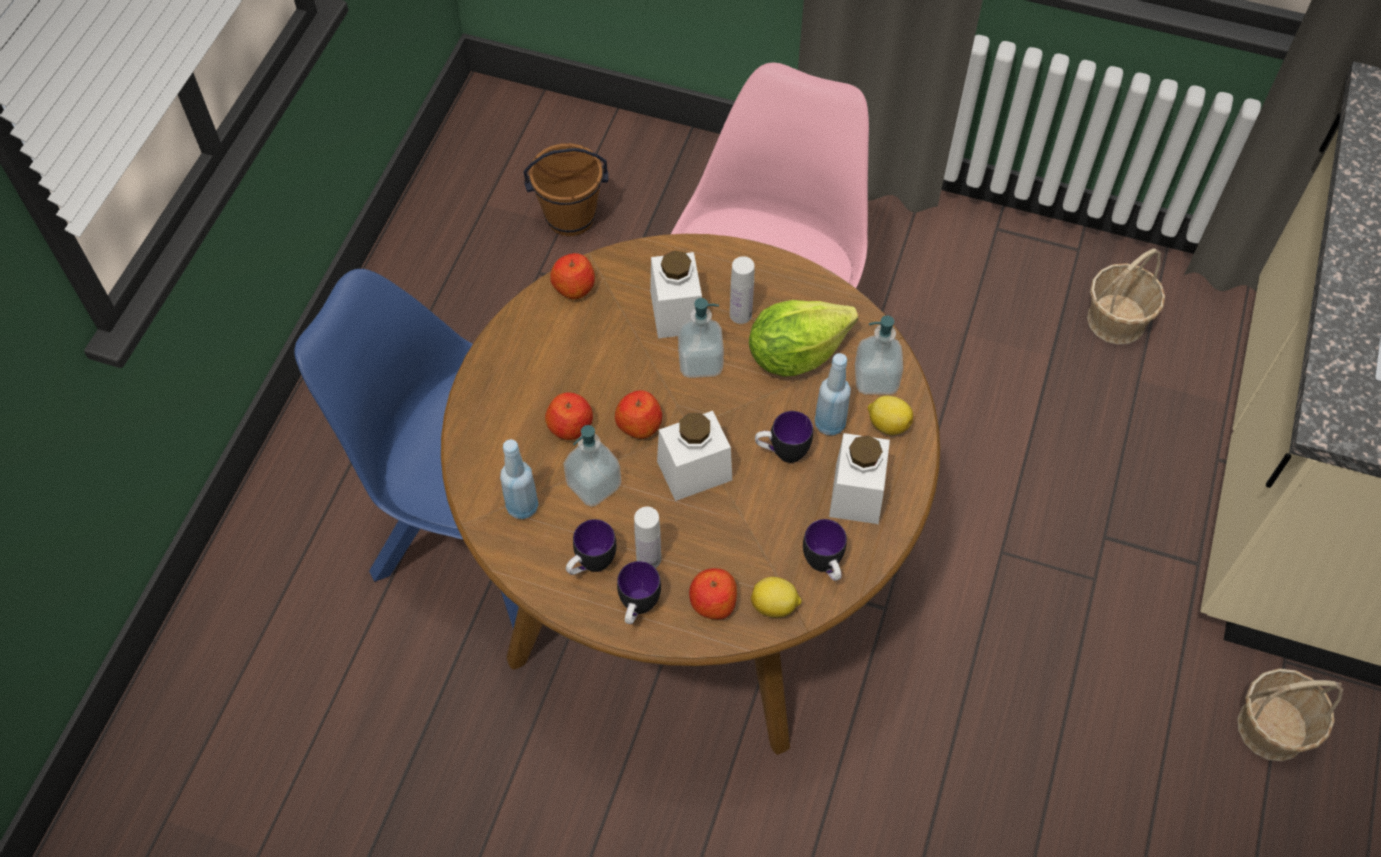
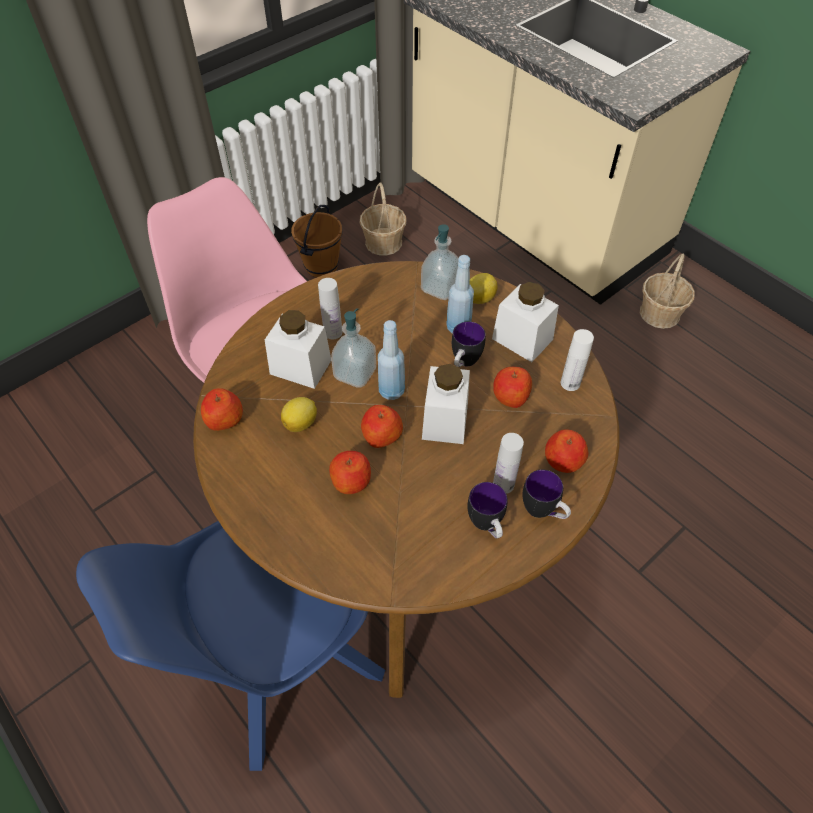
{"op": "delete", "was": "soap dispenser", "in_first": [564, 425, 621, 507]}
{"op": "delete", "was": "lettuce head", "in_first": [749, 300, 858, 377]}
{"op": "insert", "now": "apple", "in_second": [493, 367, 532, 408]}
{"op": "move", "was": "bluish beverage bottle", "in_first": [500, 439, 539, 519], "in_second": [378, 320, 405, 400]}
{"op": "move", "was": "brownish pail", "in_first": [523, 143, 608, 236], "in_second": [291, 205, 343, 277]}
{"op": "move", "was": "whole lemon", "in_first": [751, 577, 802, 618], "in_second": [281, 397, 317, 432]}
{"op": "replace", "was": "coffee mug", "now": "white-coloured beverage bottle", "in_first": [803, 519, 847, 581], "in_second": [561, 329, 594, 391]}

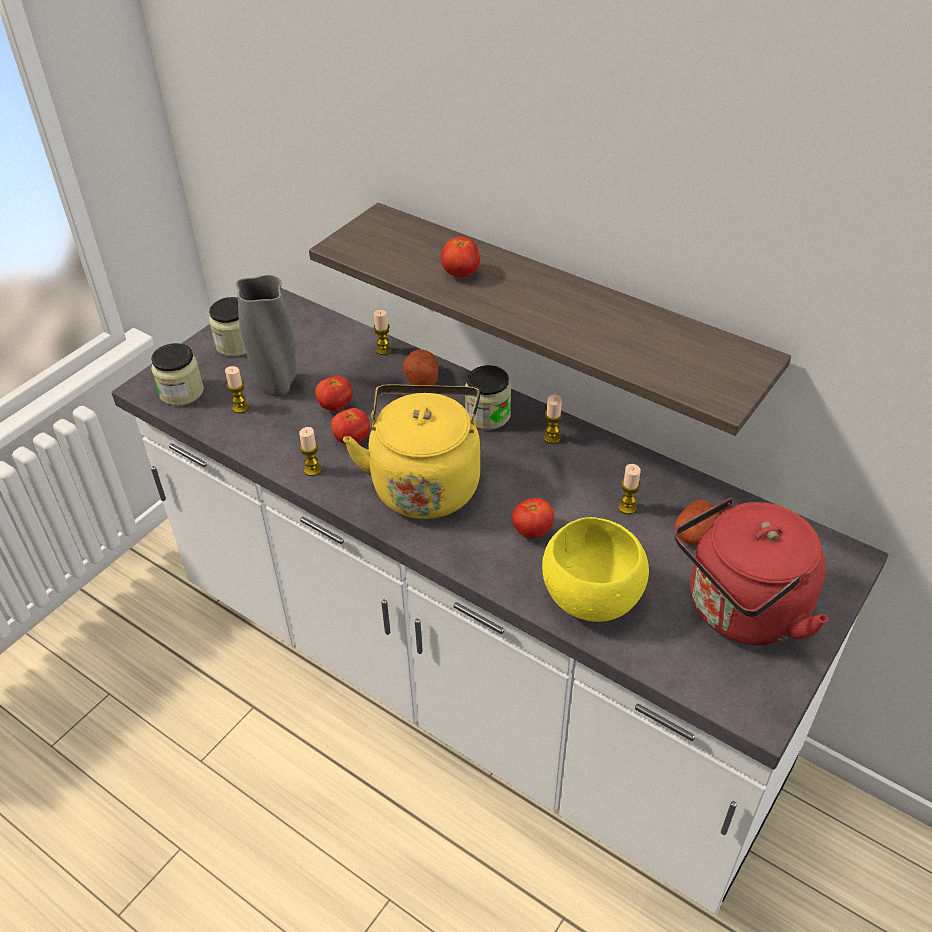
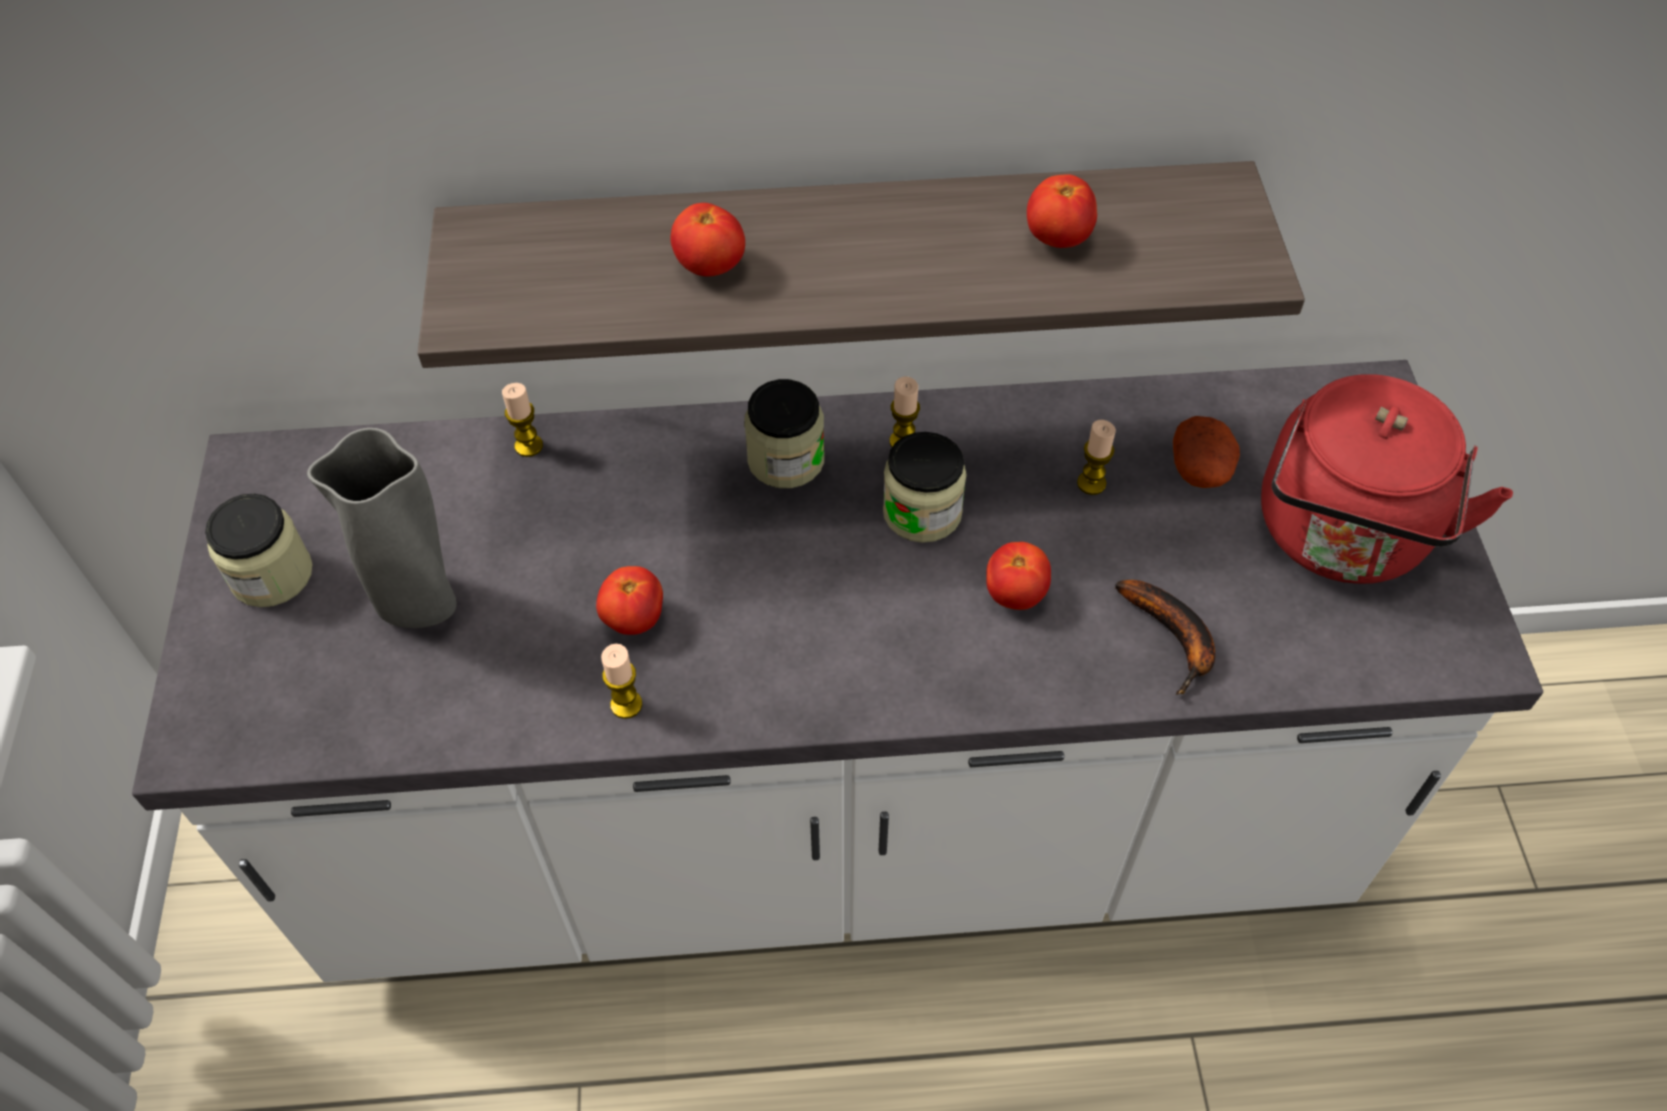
{"op": "delete", "was": "candle", "in_first": [225, 366, 249, 413]}
{"op": "delete", "was": "yellow tea kettle", "in_first": [343, 384, 480, 519]}
{"op": "delete", "was": "potato", "in_first": [403, 349, 438, 385]}
{"op": "move", "was": "preserve jar", "in_first": [151, 343, 204, 406], "in_second": [883, 432, 967, 543]}
{"op": "move", "was": "tomato", "in_first": [315, 375, 353, 411], "in_second": [1027, 174, 1097, 248]}
{"op": "replace", "was": "yellow deep dish", "now": "banana", "in_first": [542, 517, 649, 622], "in_second": [1115, 580, 1215, 695]}

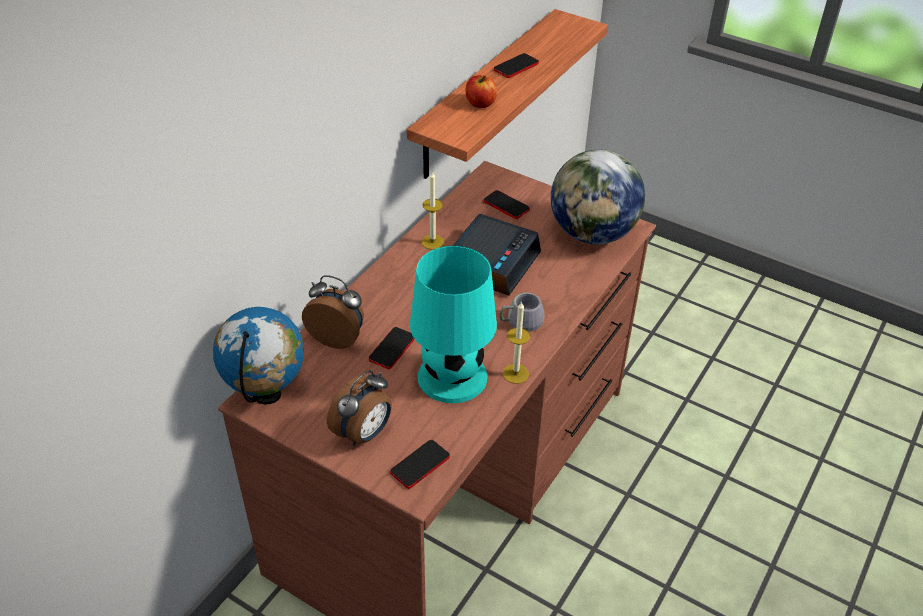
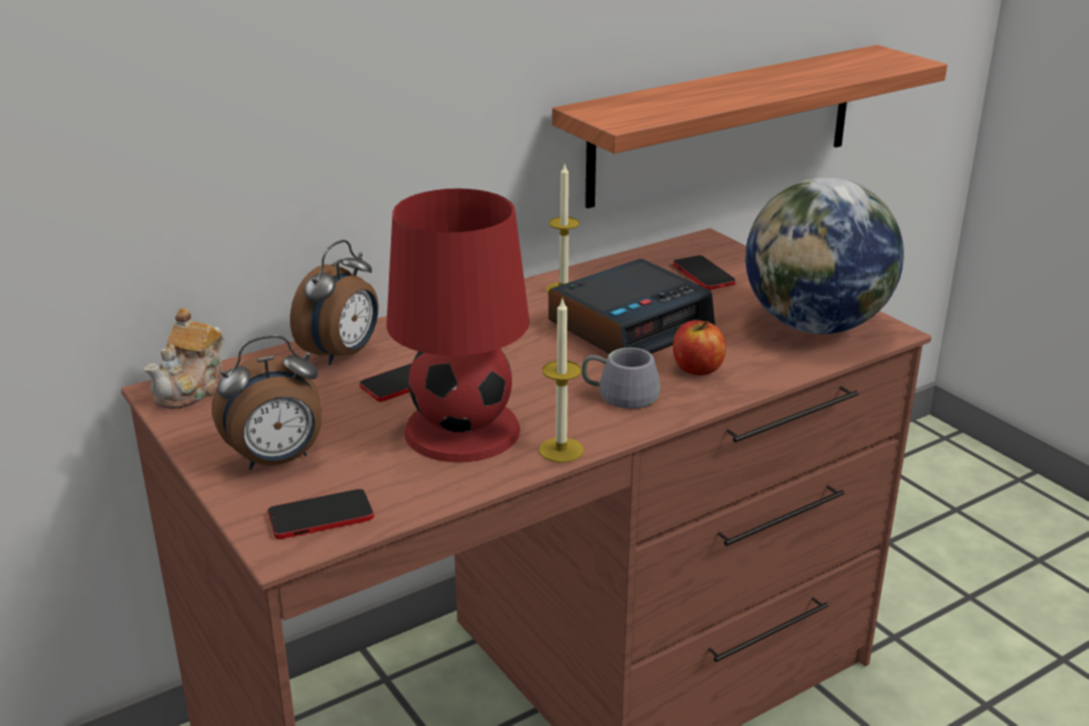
{"op": "delete", "was": "telephone", "in_first": [494, 53, 539, 78]}
{"op": "move", "was": "apple", "in_first": [466, 75, 497, 108], "in_second": [673, 320, 726, 376]}
{"op": "replace", "was": "world globe", "now": "tea pot", "in_first": [213, 307, 304, 404], "in_second": [144, 308, 225, 409]}
{"op": "recolor", "was": "turquoise tabletop lamp", "now": "red-coloured tabletop lamp", "in_first": [410, 246, 497, 403], "in_second": [386, 189, 530, 463]}
{"op": "rotate", "was": "bedside clock", "in_first": [302, 275, 364, 349], "in_second": [290, 240, 378, 365], "clockwise": 75}

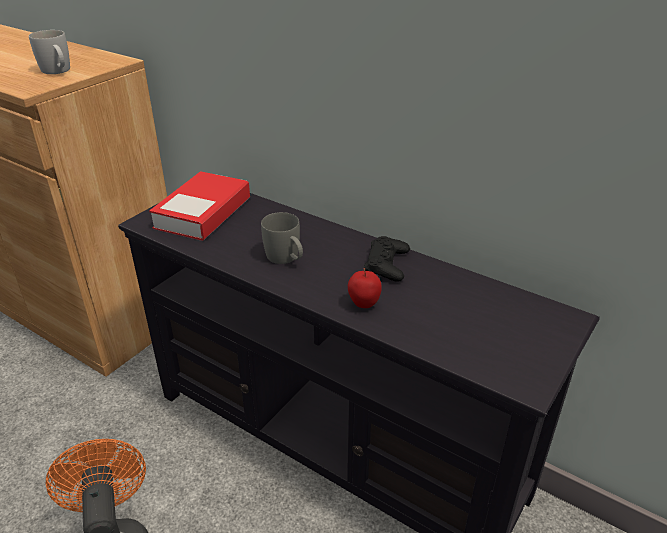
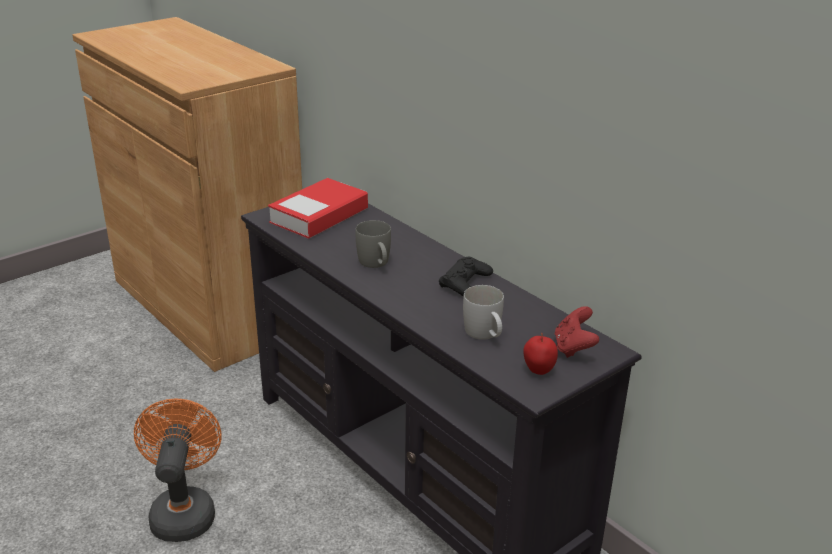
{"op": "insert", "now": "red-coloured joypad", "in_second": [555, 306, 599, 358]}
{"op": "move", "was": "white-coloured coffee mug", "in_first": [29, 30, 70, 74], "in_second": [463, 285, 504, 340]}
{"op": "move", "was": "apple", "in_first": [348, 268, 382, 308], "in_second": [523, 333, 558, 375]}

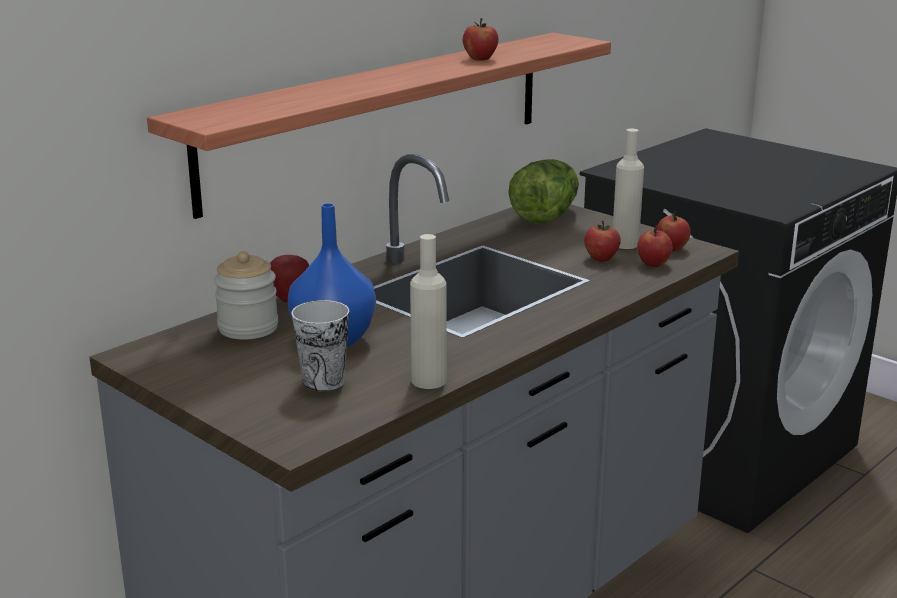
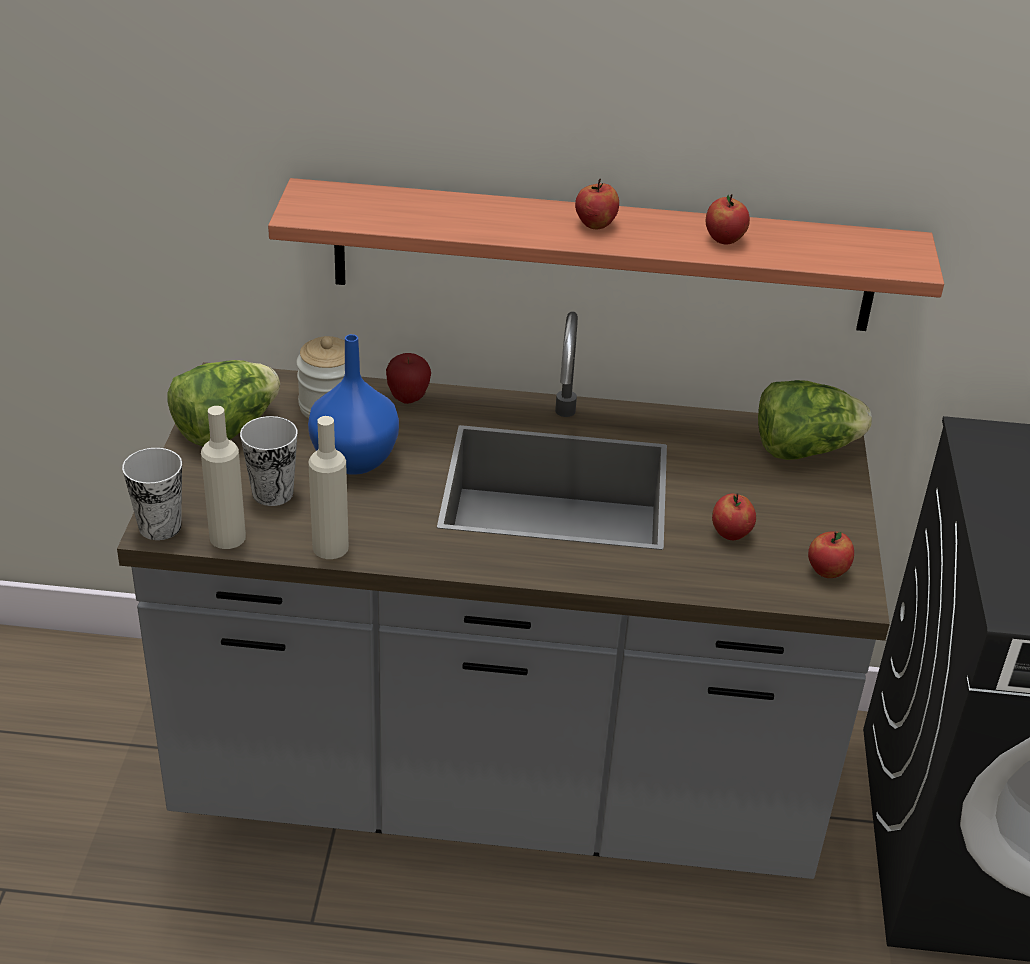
{"op": "insert", "now": "cup", "in_second": [122, 448, 182, 540]}
{"op": "insert", "now": "lettuce head", "in_second": [167, 360, 280, 446]}
{"op": "move", "was": "beige-coloured beverage bottle", "in_first": [613, 129, 644, 249], "in_second": [201, 406, 246, 549]}
{"op": "move", "was": "apple", "in_first": [637, 225, 673, 267], "in_second": [575, 178, 619, 229]}

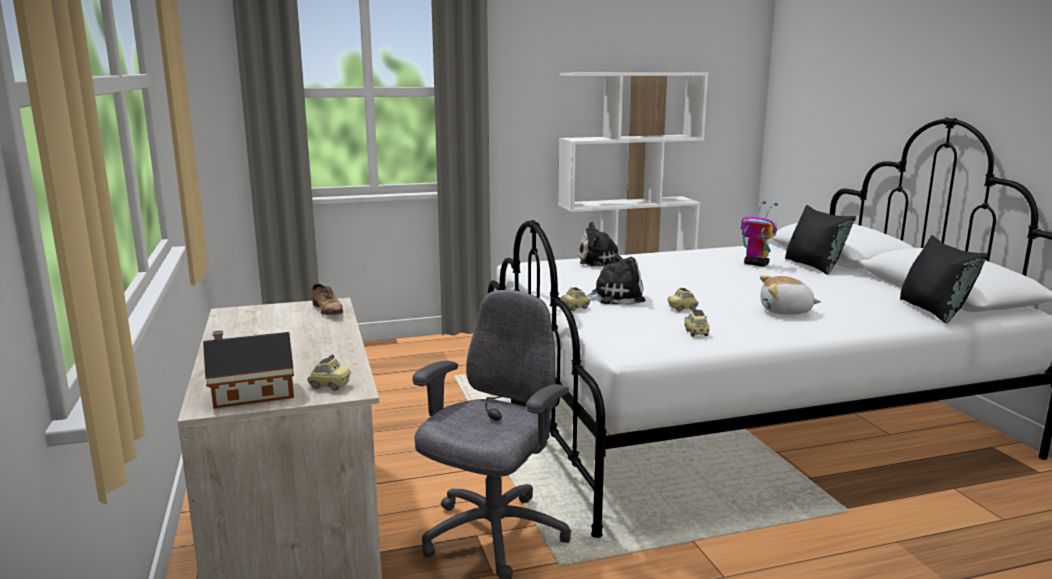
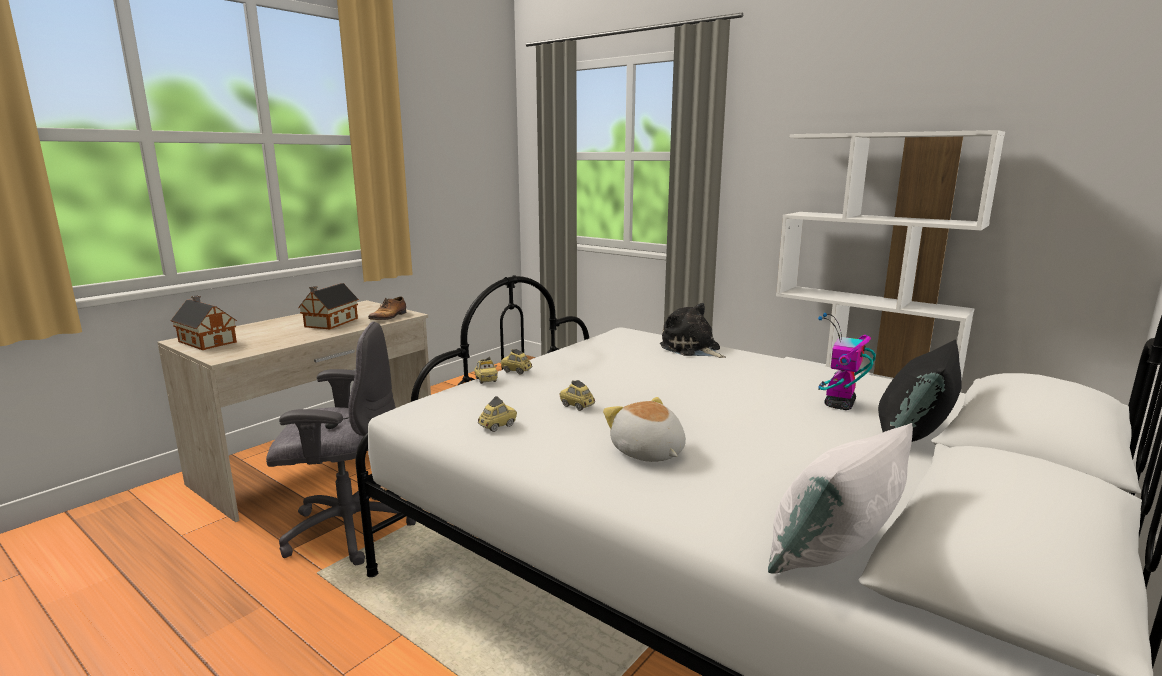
{"op": "delete", "was": "soft toy", "in_first": [586, 254, 645, 305]}
{"op": "insert", "now": "toy house", "in_second": [298, 283, 359, 329]}
{"op": "move", "was": "toy car", "in_first": [308, 354, 351, 391], "in_second": [474, 357, 498, 384]}
{"op": "recolor", "was": "black-coloured pillow", "now": "white-coloured pillow", "in_first": [900, 235, 988, 323], "in_second": [768, 423, 913, 574]}
{"op": "rotate", "was": "toy robot", "in_first": [741, 201, 778, 267], "in_second": [818, 313, 876, 410], "clockwise": -150}

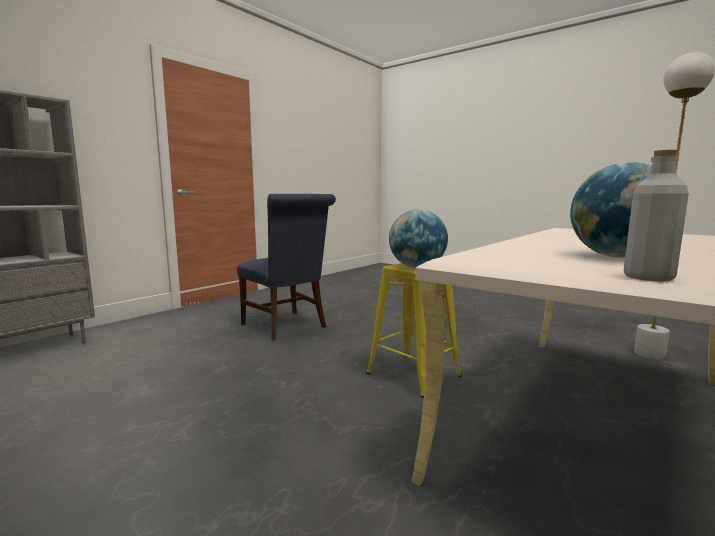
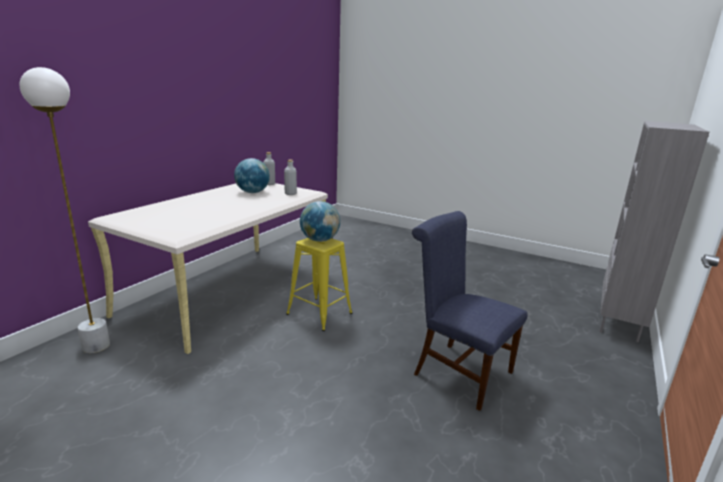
{"op": "insert", "now": "gray beverage bottle", "in_second": [284, 159, 297, 195]}

